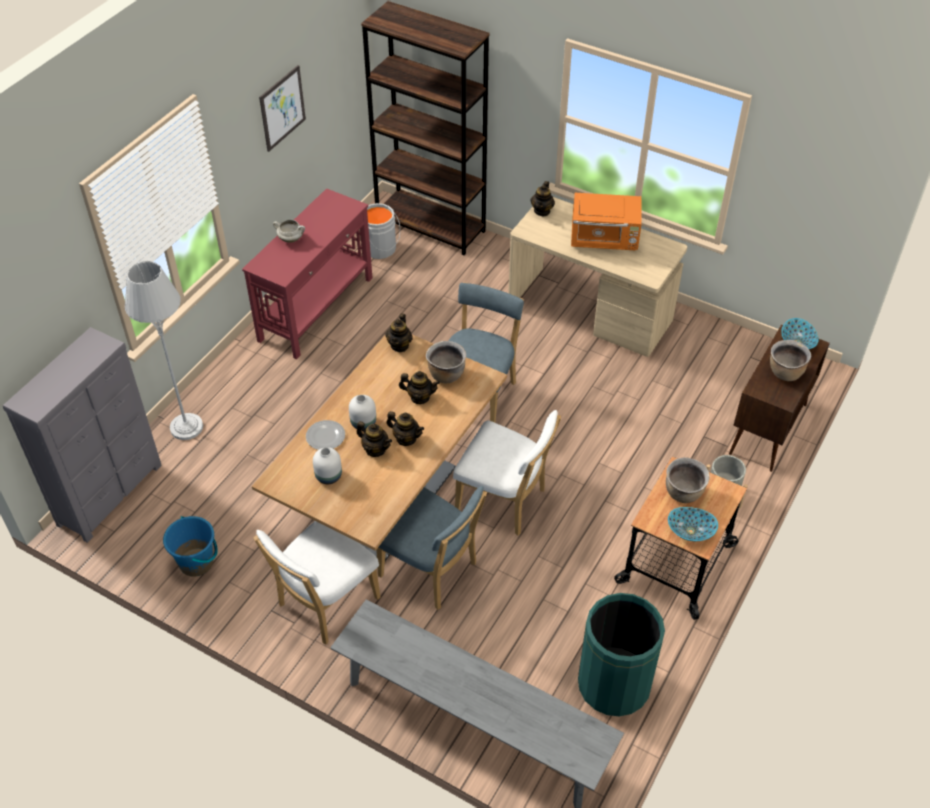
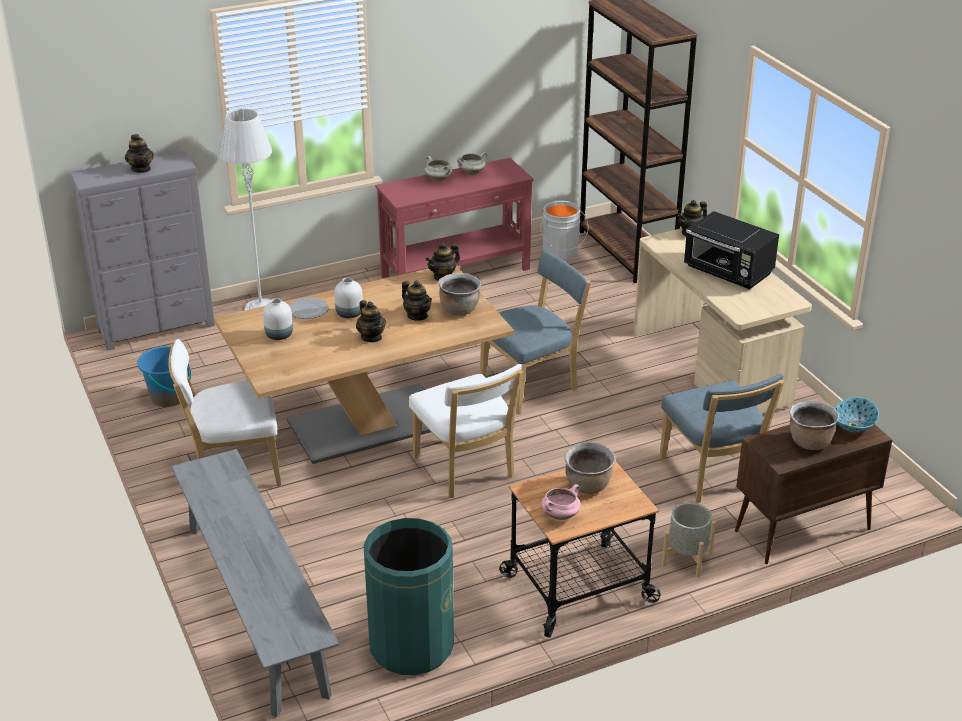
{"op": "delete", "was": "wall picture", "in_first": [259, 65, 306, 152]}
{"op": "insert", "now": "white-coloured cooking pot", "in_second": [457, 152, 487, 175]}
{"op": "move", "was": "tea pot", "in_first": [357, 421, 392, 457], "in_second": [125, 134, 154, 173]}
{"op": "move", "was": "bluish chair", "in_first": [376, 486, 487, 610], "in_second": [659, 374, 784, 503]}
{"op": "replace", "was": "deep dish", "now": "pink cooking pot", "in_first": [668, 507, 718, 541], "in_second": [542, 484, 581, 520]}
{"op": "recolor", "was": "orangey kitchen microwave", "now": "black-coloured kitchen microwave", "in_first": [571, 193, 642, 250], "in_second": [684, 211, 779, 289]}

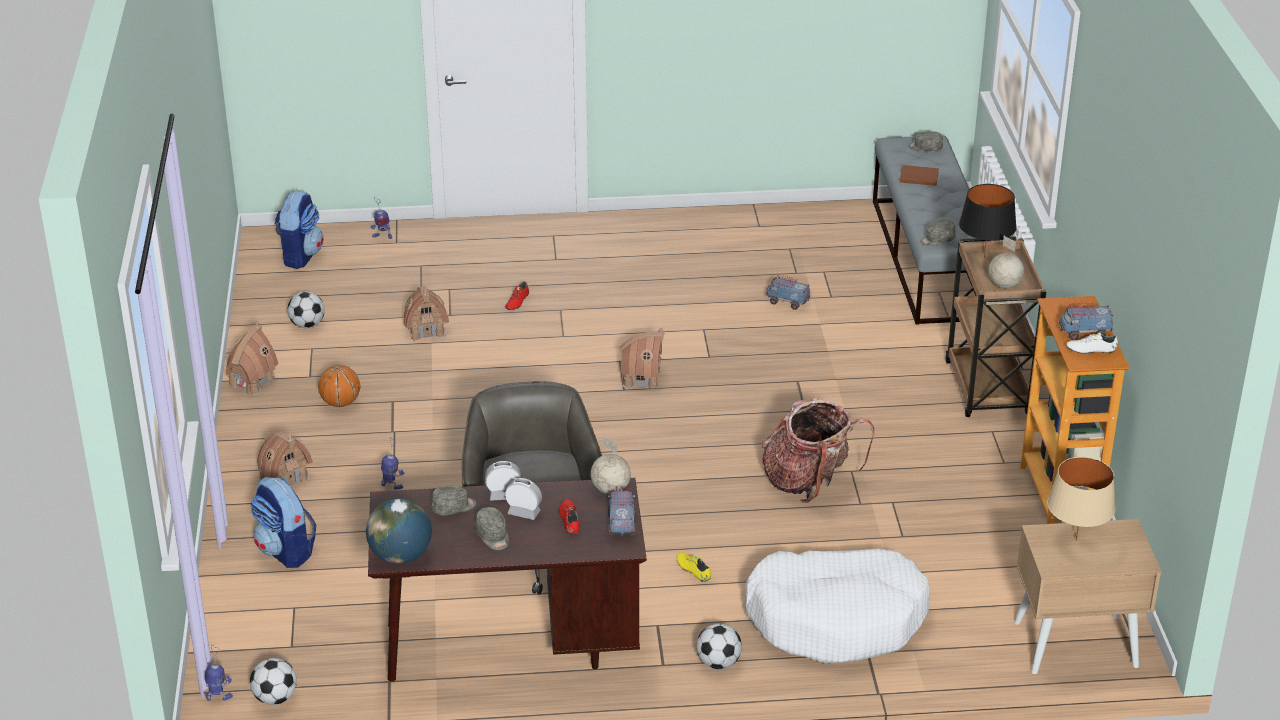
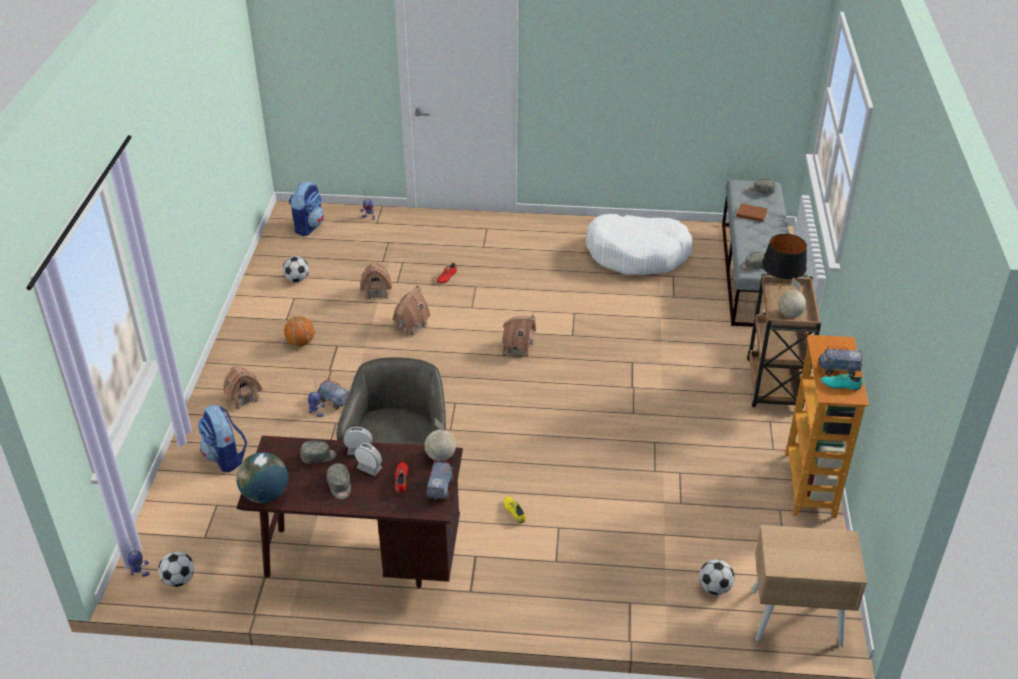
{"op": "delete", "was": "knapsack", "in_first": [762, 398, 874, 503]}
{"op": "delete", "was": "beige-coloured tabletop lamp", "in_first": [1047, 457, 1115, 541]}
{"op": "move", "was": "toy house", "in_first": [226, 321, 278, 395], "in_second": [392, 285, 430, 337]}
{"op": "move", "was": "football ball", "in_first": [696, 624, 742, 669], "in_second": [699, 559, 735, 595]}
{"op": "move", "was": "white-coloured dog cushion", "in_first": [744, 549, 931, 663], "in_second": [586, 214, 693, 275]}
{"op": "move", "was": "toy truck", "in_first": [766, 274, 810, 310], "in_second": [317, 380, 349, 410]}
{"op": "recolor", "was": "white-coloured low shoe", "now": "turquoise low shoe", "in_first": [1066, 332, 1118, 354], "in_second": [821, 373, 863, 391]}

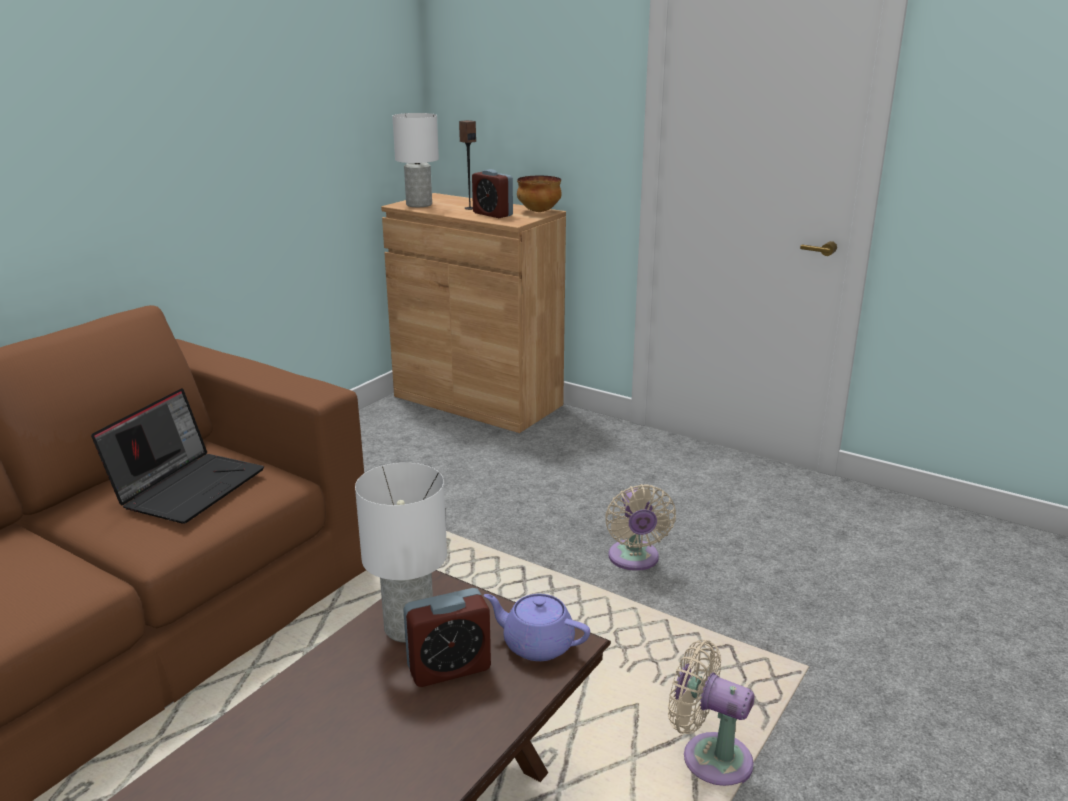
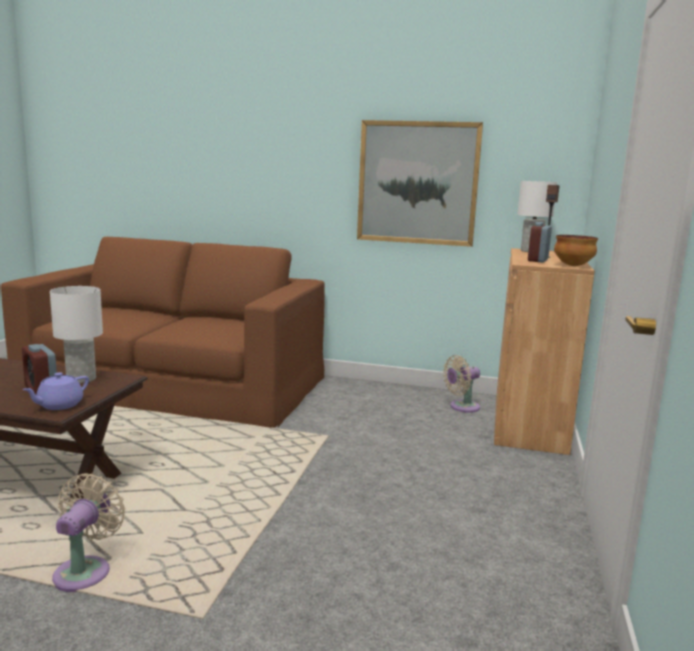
{"op": "delete", "was": "laptop", "in_first": [91, 388, 264, 524]}
{"op": "insert", "now": "wall picture", "in_second": [357, 120, 483, 247]}
{"op": "move", "was": "beige-coloured fan", "in_first": [605, 484, 676, 571], "in_second": [443, 355, 480, 413]}
{"op": "rotate", "was": "purple-coloured tea pot", "in_first": [484, 594, 590, 661], "in_second": [22, 372, 89, 410], "clockwise": -150}

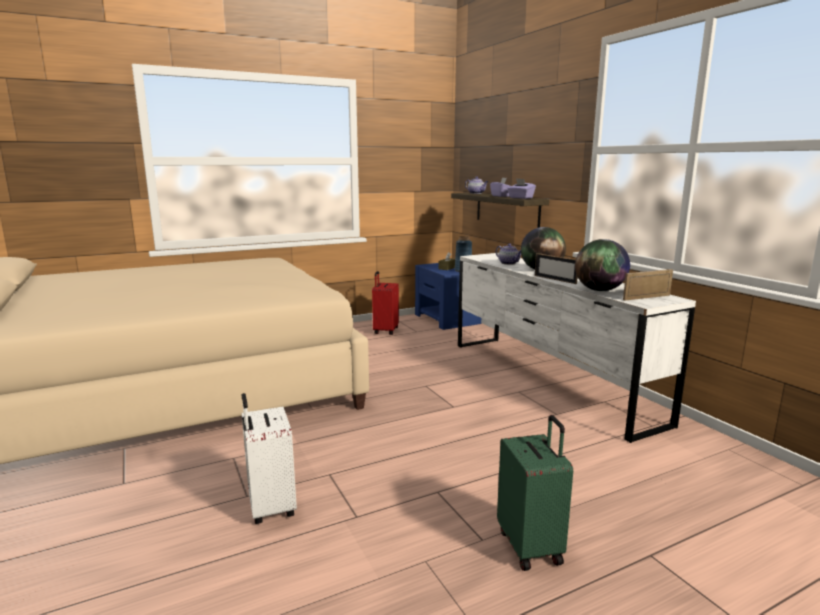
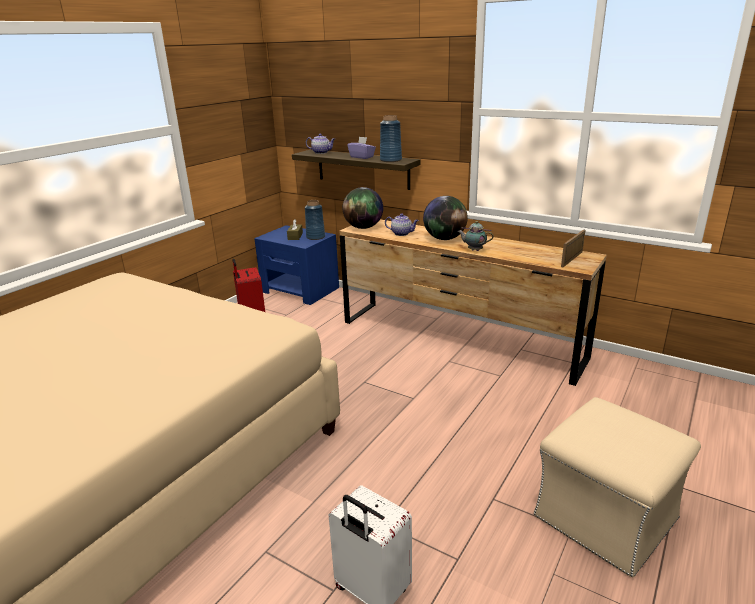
{"op": "move", "was": "world globe", "in_first": [575, 239, 630, 291], "in_second": [342, 187, 383, 229]}
{"op": "replace", "was": "greenish travel case", "now": "beige-coloured footrest", "in_first": [497, 415, 573, 571], "in_second": [533, 397, 701, 577]}
{"op": "replace", "was": "purple-coloured tissue holder", "now": "bluish vase", "in_first": [507, 179, 536, 199], "in_second": [380, 115, 402, 162]}
{"op": "replace", "was": "photo frame", "now": "tea pot", "in_first": [535, 253, 577, 284], "in_second": [457, 221, 494, 251]}
{"op": "recolor", "was": "white-coloured chest of drawers", "now": "brownish chest of drawers", "in_first": [458, 253, 696, 443], "in_second": [340, 219, 607, 386]}

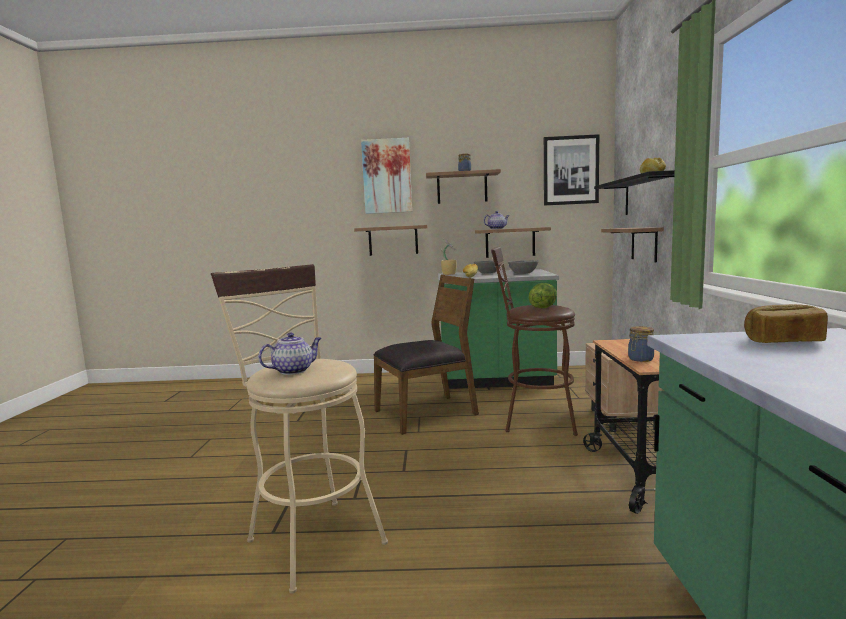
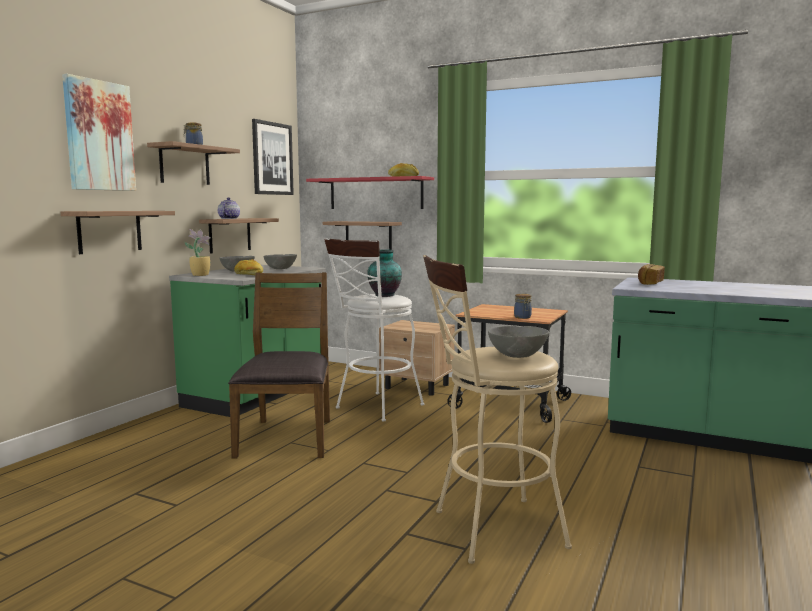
{"op": "replace", "was": "tea pot", "now": "gray deep dish", "in_first": [258, 333, 322, 375], "in_second": [488, 326, 549, 358]}
{"op": "replace", "was": "lettuce head", "now": "vase", "in_first": [529, 283, 557, 308], "in_second": [367, 249, 402, 297]}
{"op": "recolor", "was": "brownish stool seat", "now": "white-coloured stool seat", "in_first": [491, 247, 578, 436], "in_second": [324, 238, 425, 421]}
{"op": "recolor", "was": "black-coloured wall shelf", "now": "red-coloured wall shelf", "in_first": [594, 170, 675, 215], "in_second": [306, 176, 434, 209]}

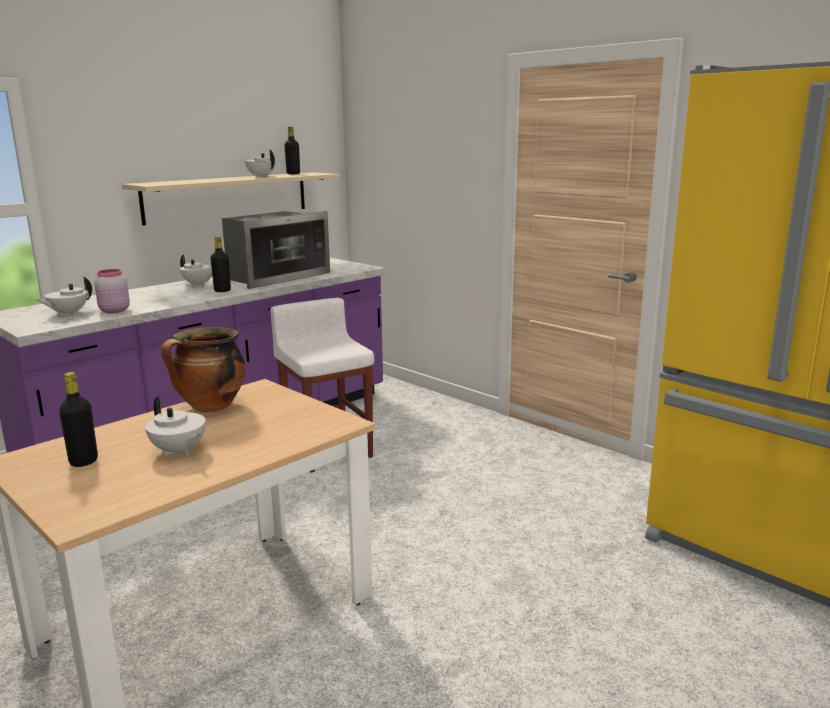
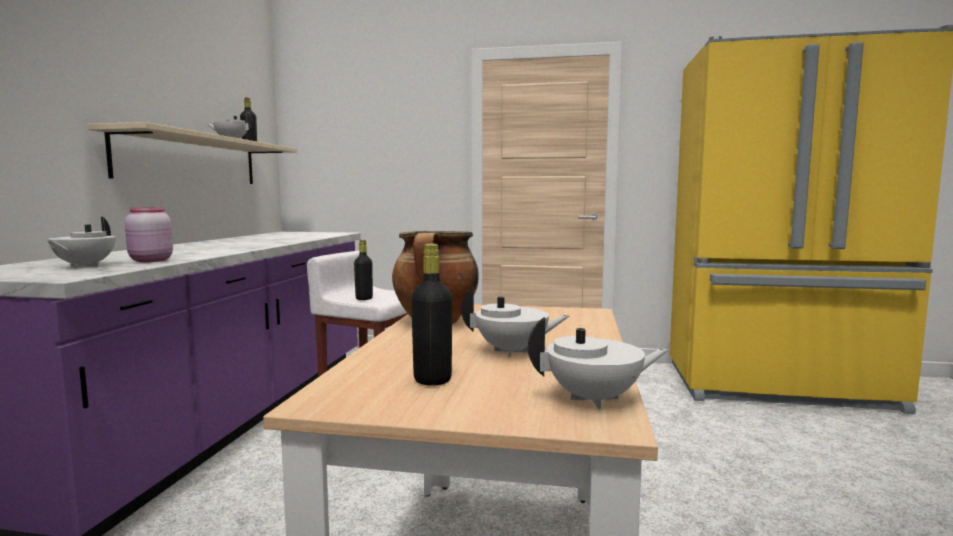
{"op": "delete", "was": "kitchen microwave", "in_first": [222, 211, 330, 289]}
{"op": "move", "was": "white-coloured tea pot", "in_first": [180, 254, 212, 286], "in_second": [528, 317, 668, 409]}
{"op": "move", "was": "black-coloured beverage bottle", "in_first": [211, 236, 231, 292], "in_second": [354, 240, 373, 300]}

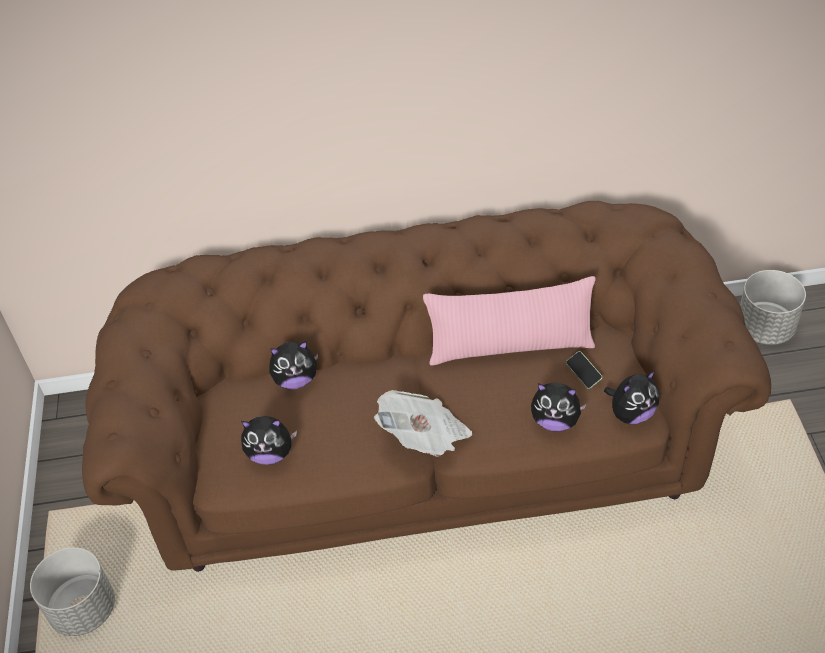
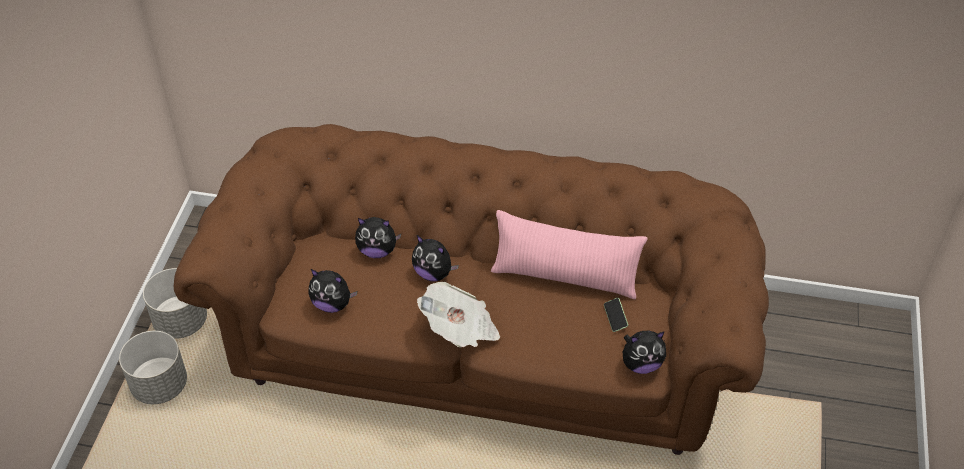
{"op": "move", "was": "soft toy", "in_first": [531, 383, 587, 432], "in_second": [412, 235, 459, 282]}
{"op": "move", "was": "gray flower pot", "in_first": [740, 270, 806, 345], "in_second": [143, 268, 207, 339]}

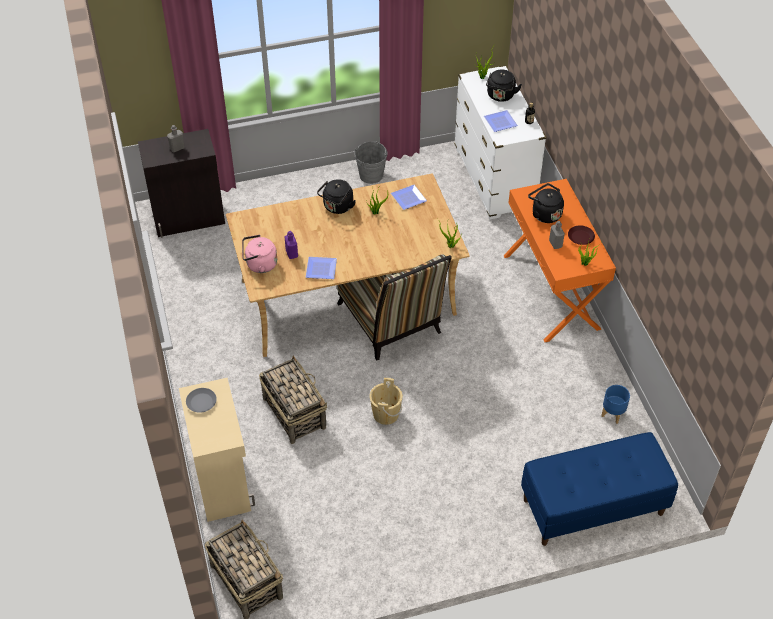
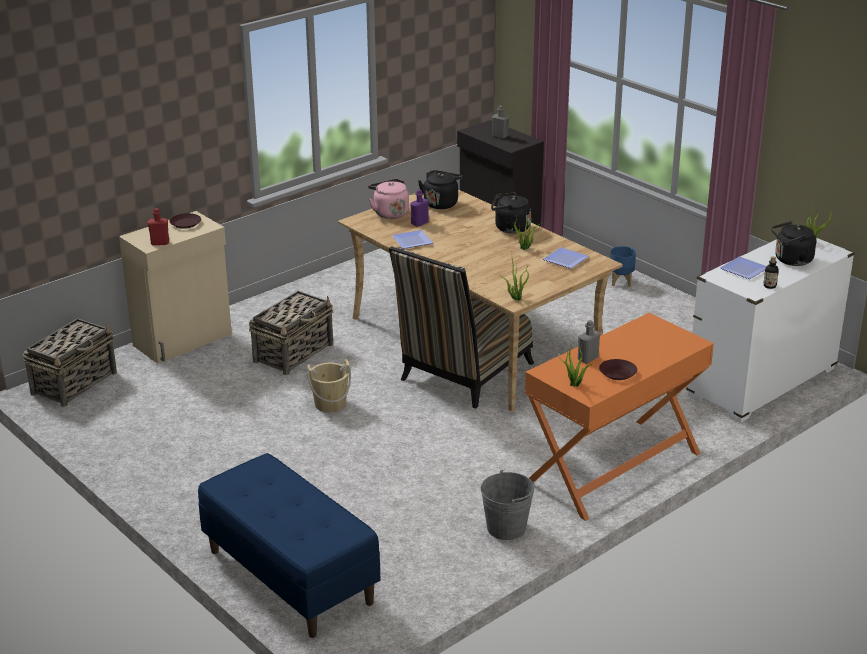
{"op": "insert", "now": "red-coloured beverage bottle", "in_second": [148, 208, 169, 245]}
{"op": "move", "was": "gray pail", "in_first": [355, 141, 387, 184], "in_second": [481, 470, 535, 540]}
{"op": "move", "was": "black-coloured tea kettle", "in_first": [528, 183, 564, 223], "in_second": [418, 170, 463, 209]}
{"op": "move", "was": "bluish flower pot", "in_first": [601, 385, 630, 424], "in_second": [610, 246, 636, 287]}
{"op": "recolor", "was": "gray dinner plate", "now": "brownish dinner plate", "in_first": [186, 388, 217, 413], "in_second": [169, 213, 201, 229]}

